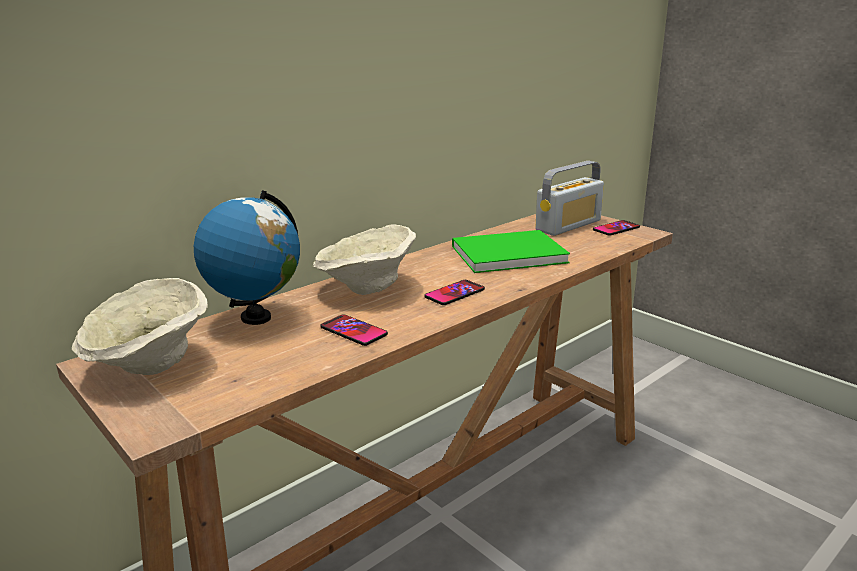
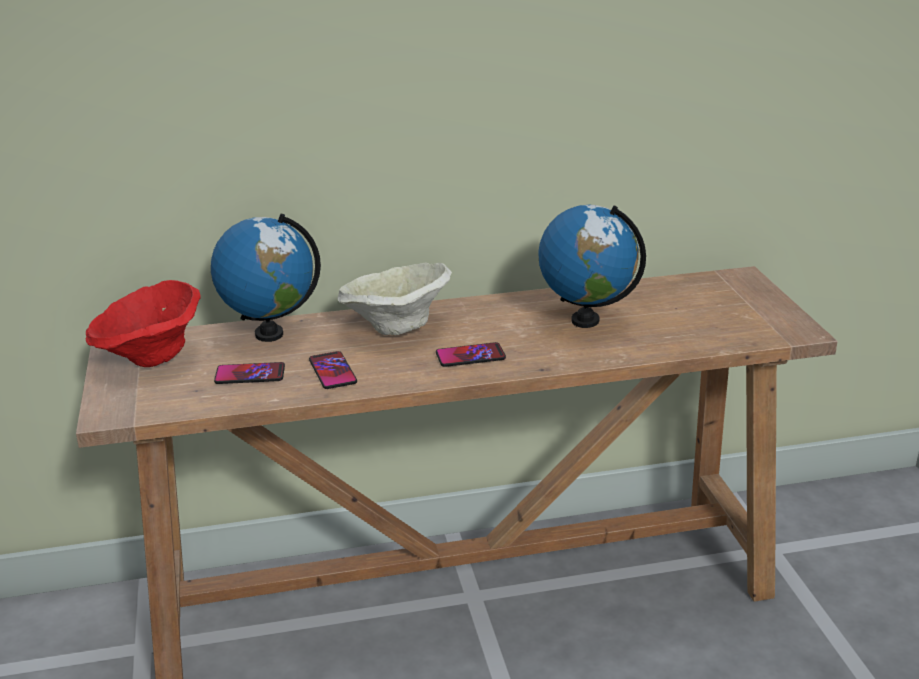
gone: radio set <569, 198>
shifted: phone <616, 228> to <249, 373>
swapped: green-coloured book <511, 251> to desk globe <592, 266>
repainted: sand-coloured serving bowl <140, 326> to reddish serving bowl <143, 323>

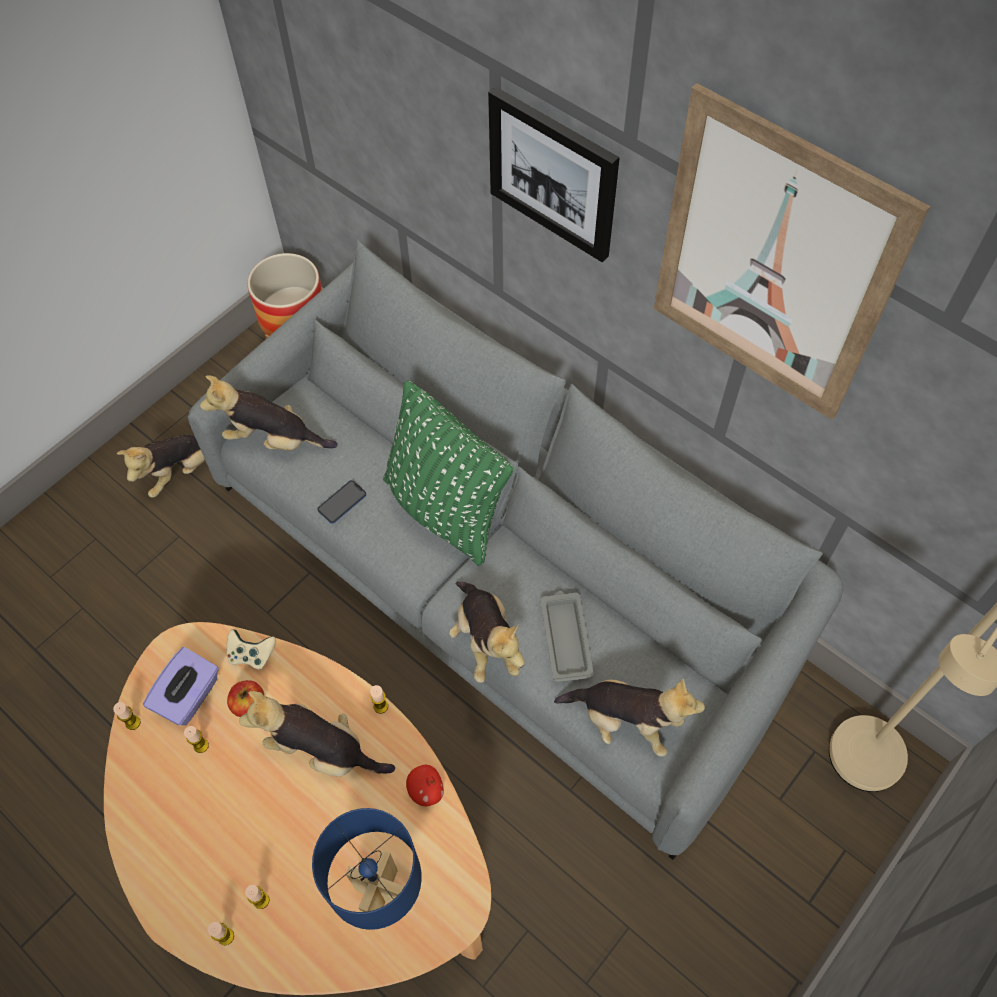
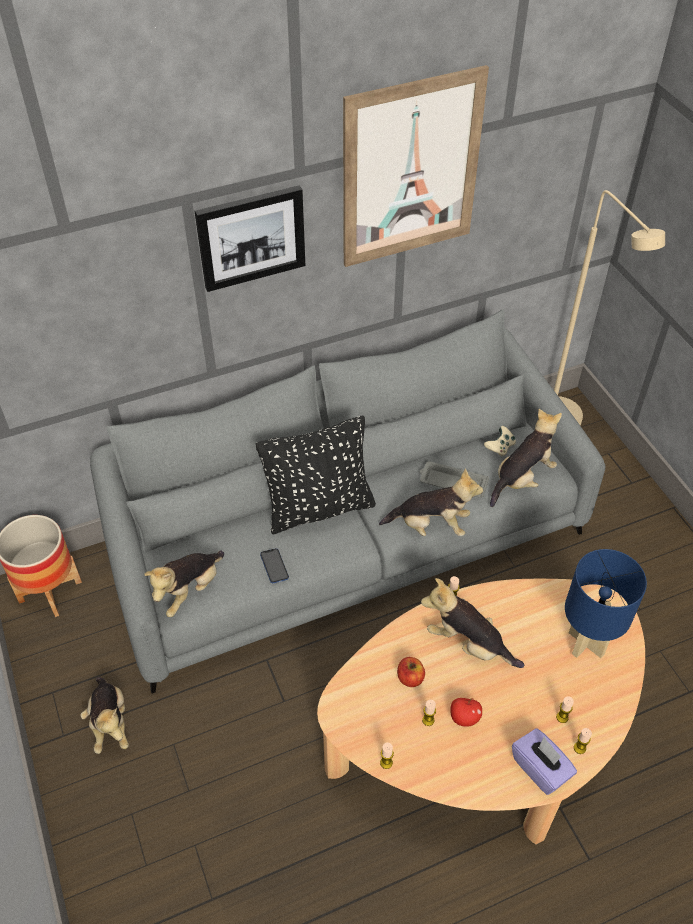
shifted: whole apple <425, 785> to <466, 712>; sand-coloured game controller <251, 649> to <500, 441>; purplish tissue box <181, 686> to <544, 761>
repainted: green-coloured throw pillow <448, 473> to black throw pillow <316, 475>
rotated: cuddly toy <317, 734> = <472, 623> 75 degrees clockwise

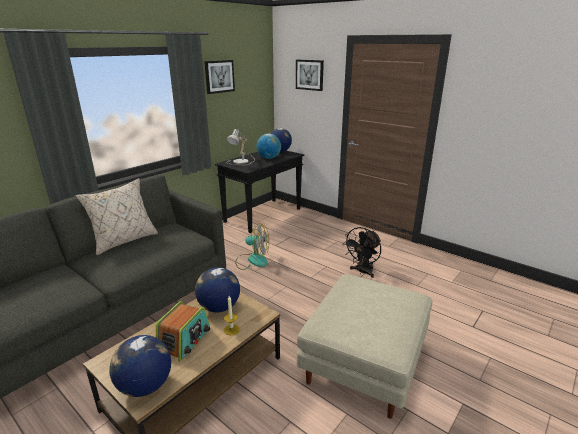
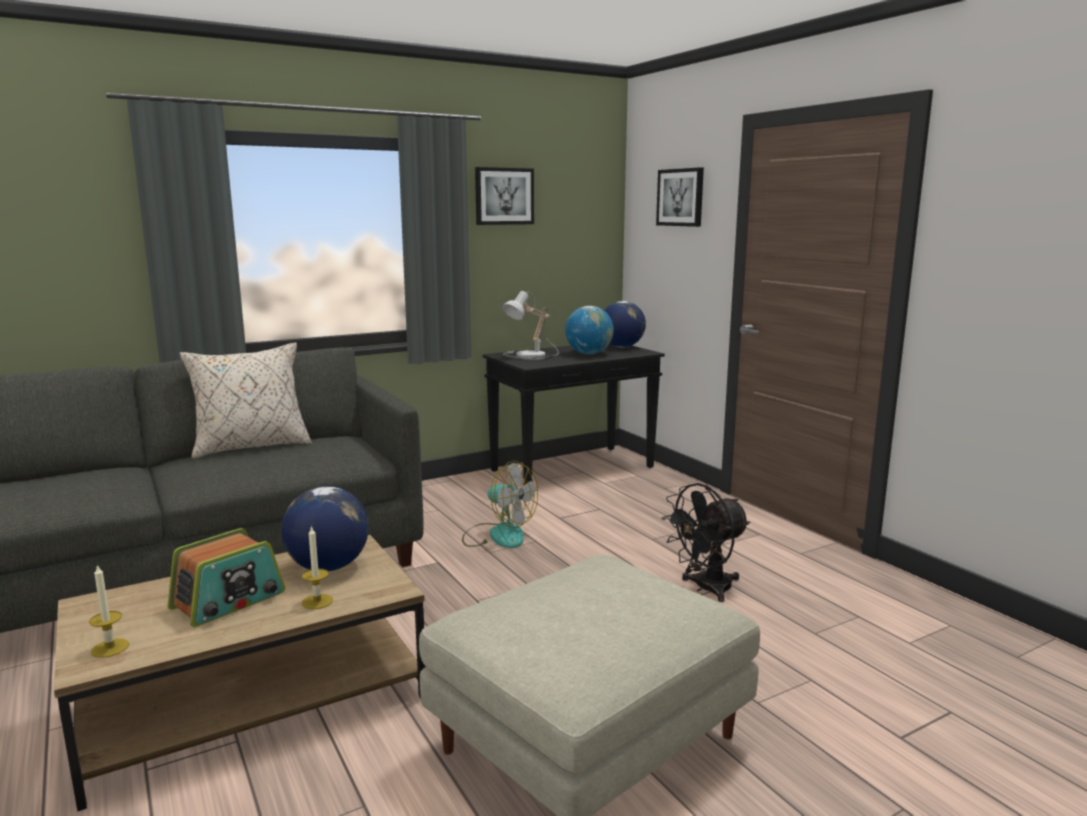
swapped: desk globe <140, 366> to wax light <109, 611>

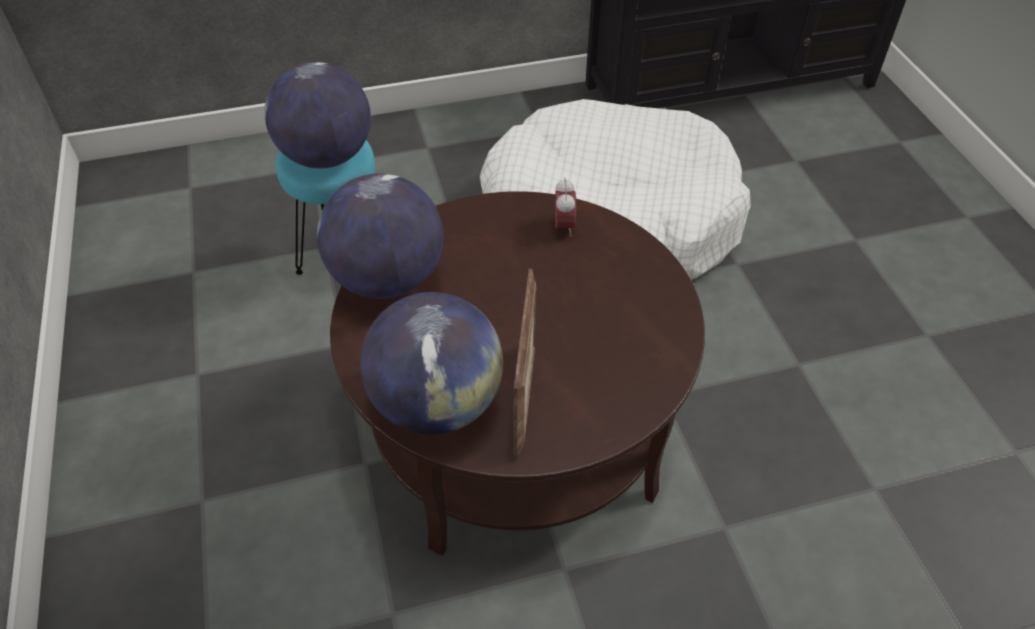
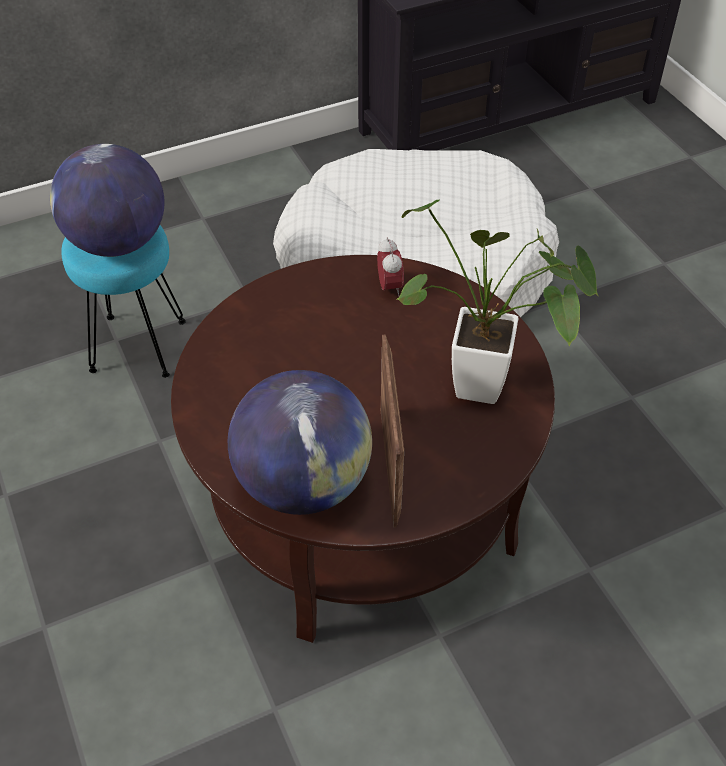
gone: desk globe <380, 236>
new: plant in a pot <497, 302>

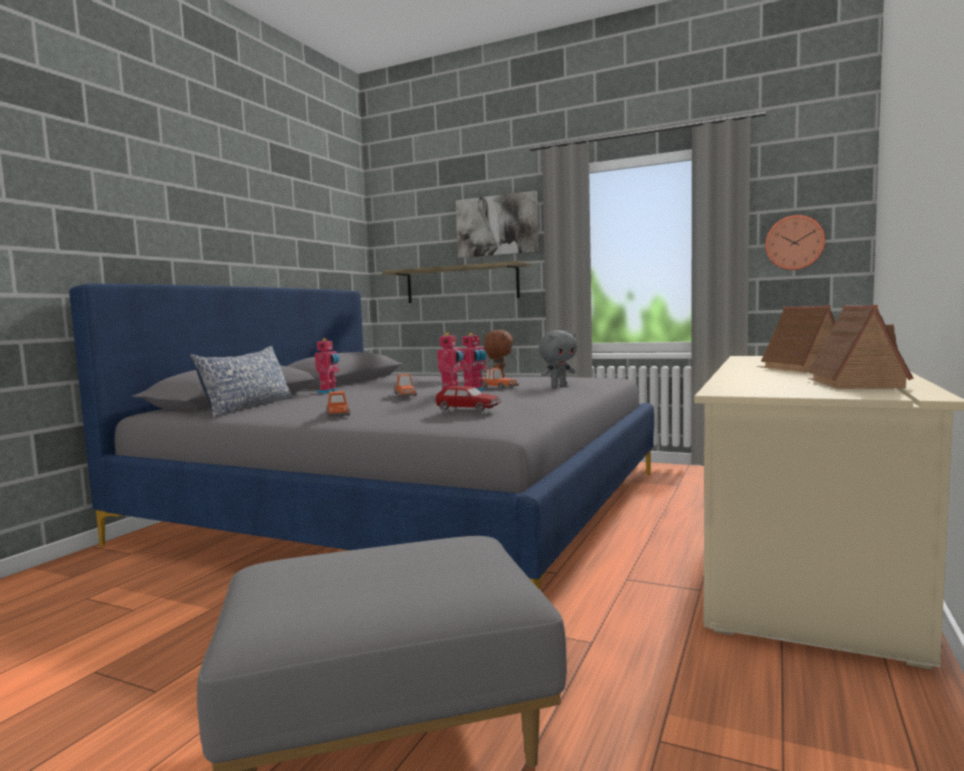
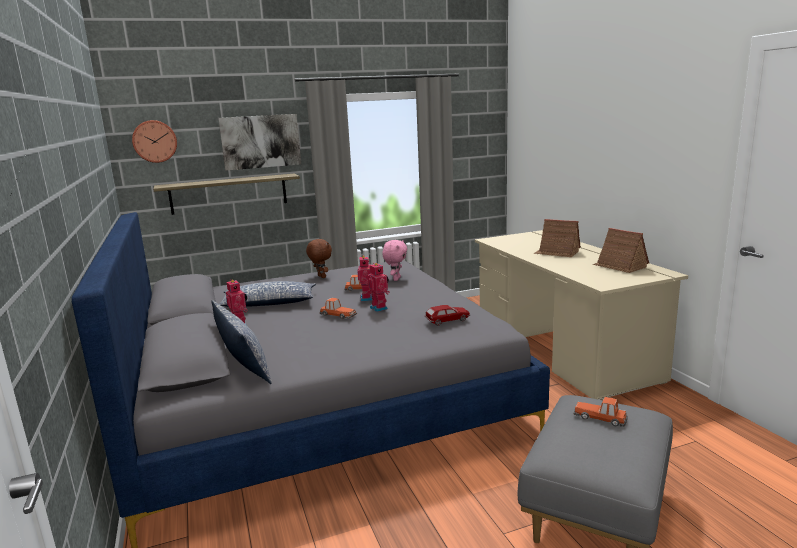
new: throw pillow <267, 294>
shifted: hanging clock <795, 242> to <154, 141>; toy car <338, 404> to <600, 412>
repainted: grey cuddly toy <558, 358> to pinkish cuddly toy <394, 260>

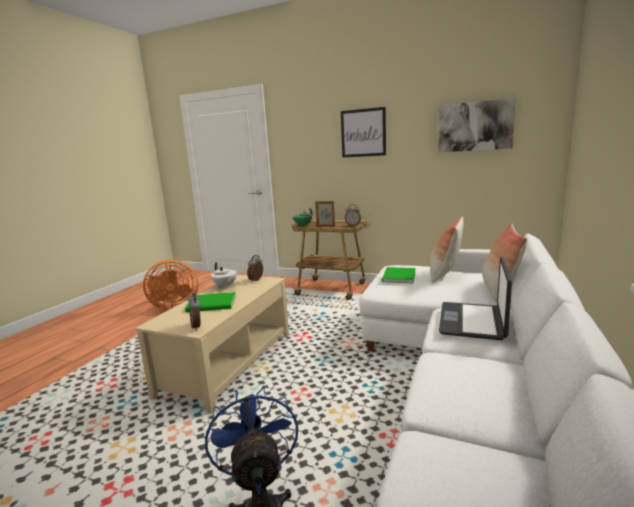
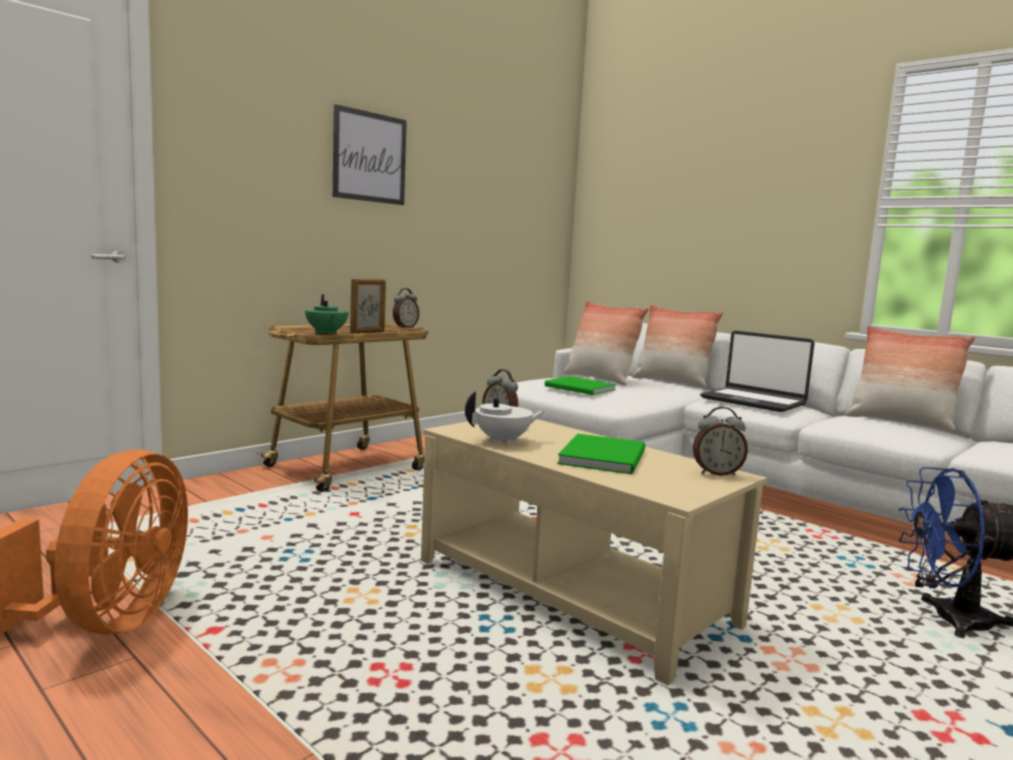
gone: picture <477, 125>
new: throw pillow <910, 378>

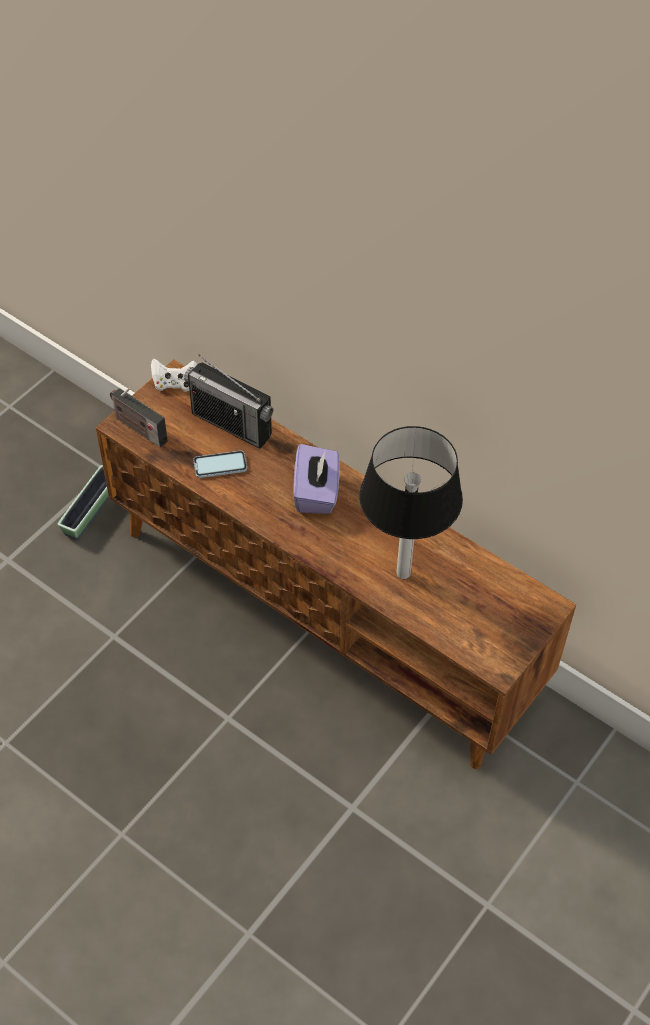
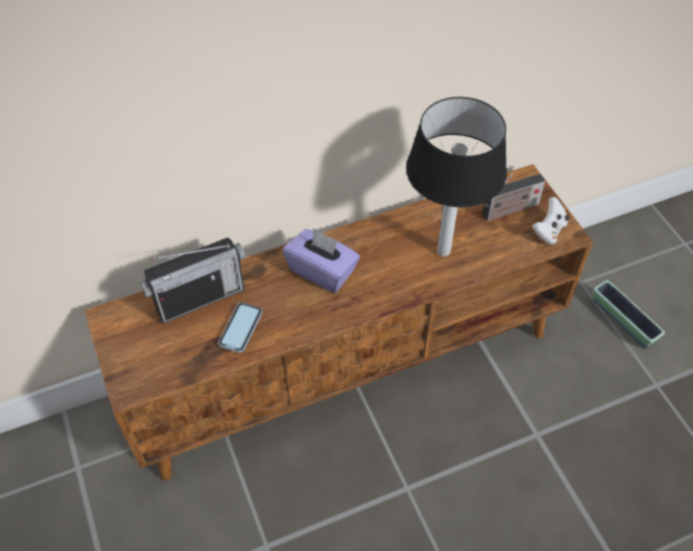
shifted: radio set <139, 418> to <514, 197>; white game controller <174, 375> to <551, 220>; planter <83, 502> to <629, 314>

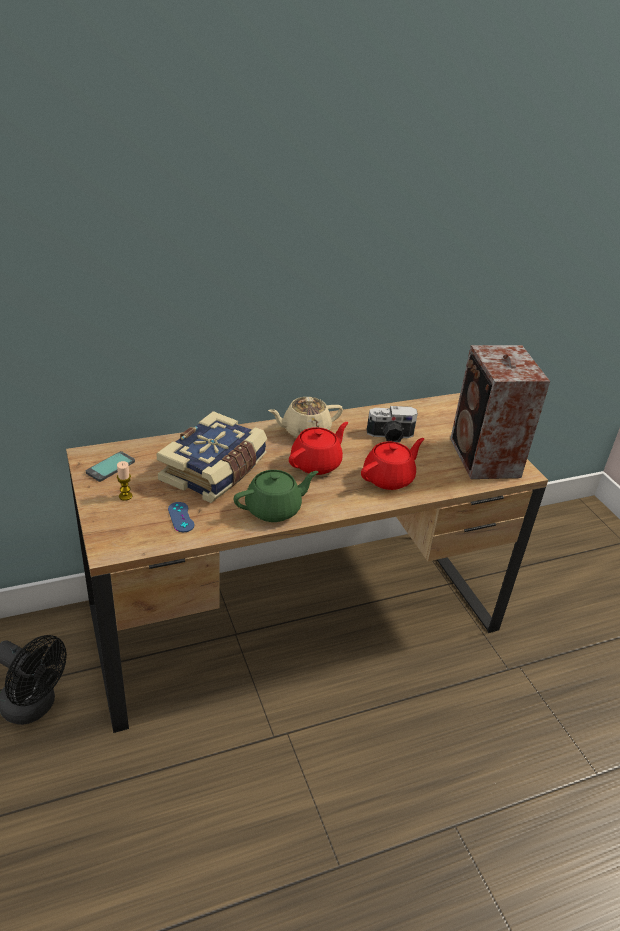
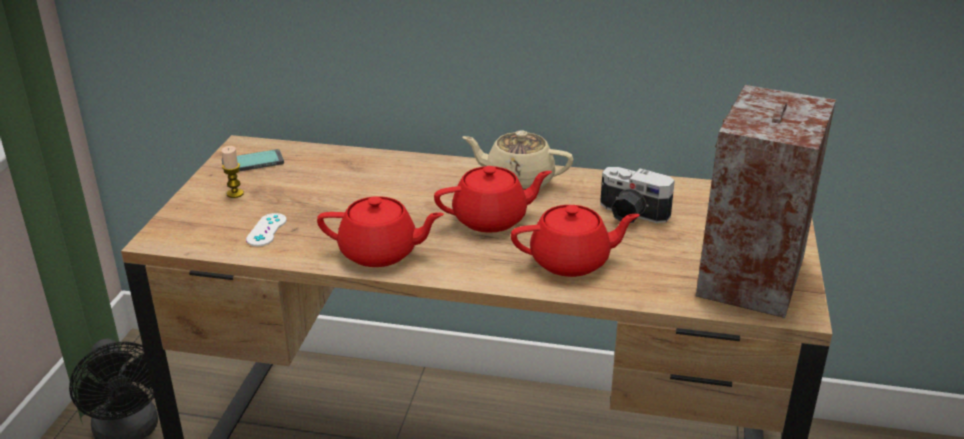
gone: book <211, 457>
repainted: blue-coloured game controller <181, 517> to white game controller <266, 229>; green-coloured pot for tea <275, 496> to reddish pot for tea <380, 231>

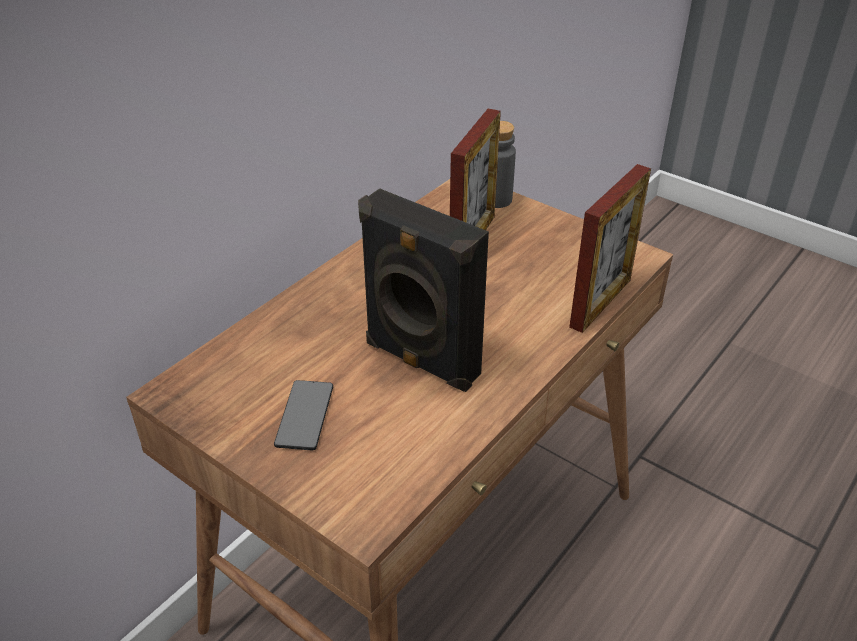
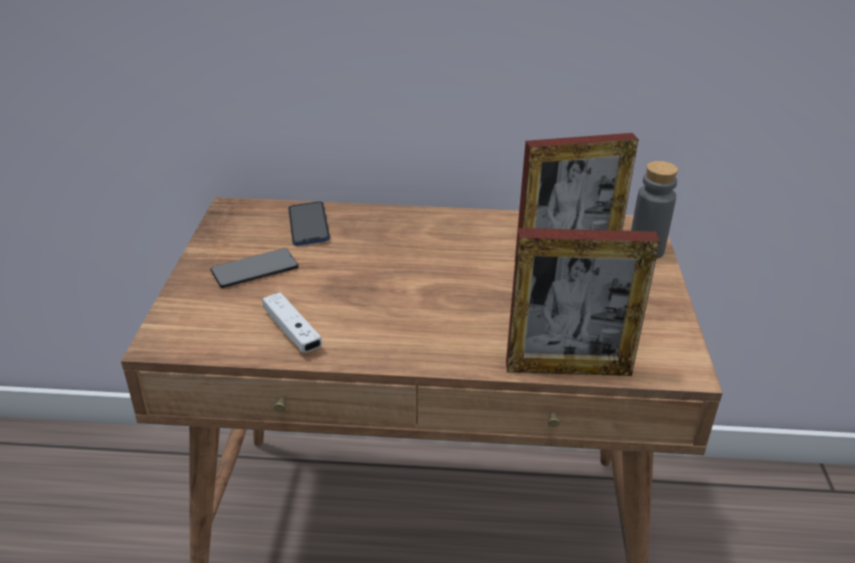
gone: black audio speaker <423, 290>
new: white game controller <292, 322>; phone <309, 223>

